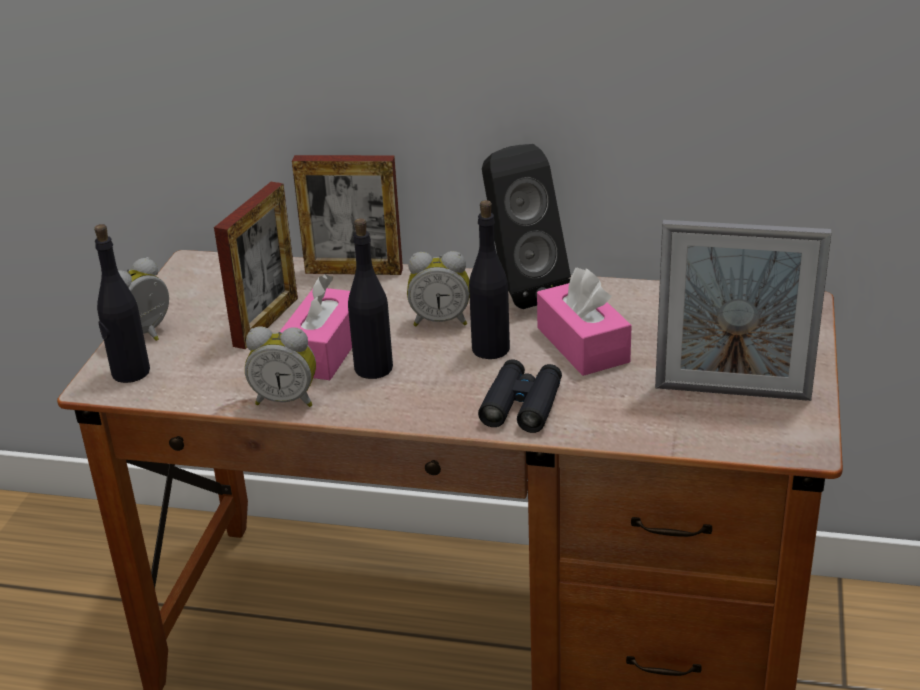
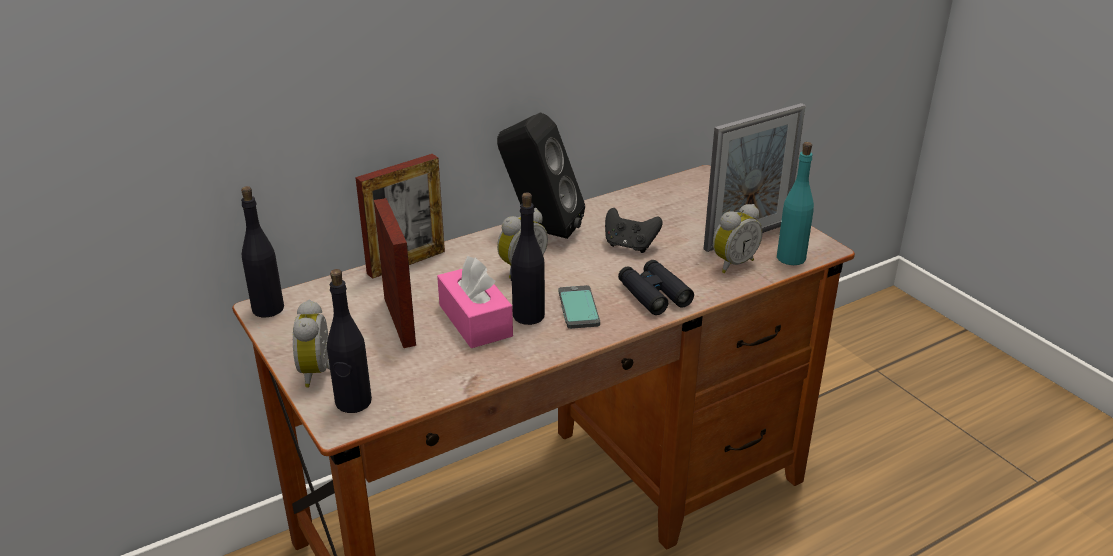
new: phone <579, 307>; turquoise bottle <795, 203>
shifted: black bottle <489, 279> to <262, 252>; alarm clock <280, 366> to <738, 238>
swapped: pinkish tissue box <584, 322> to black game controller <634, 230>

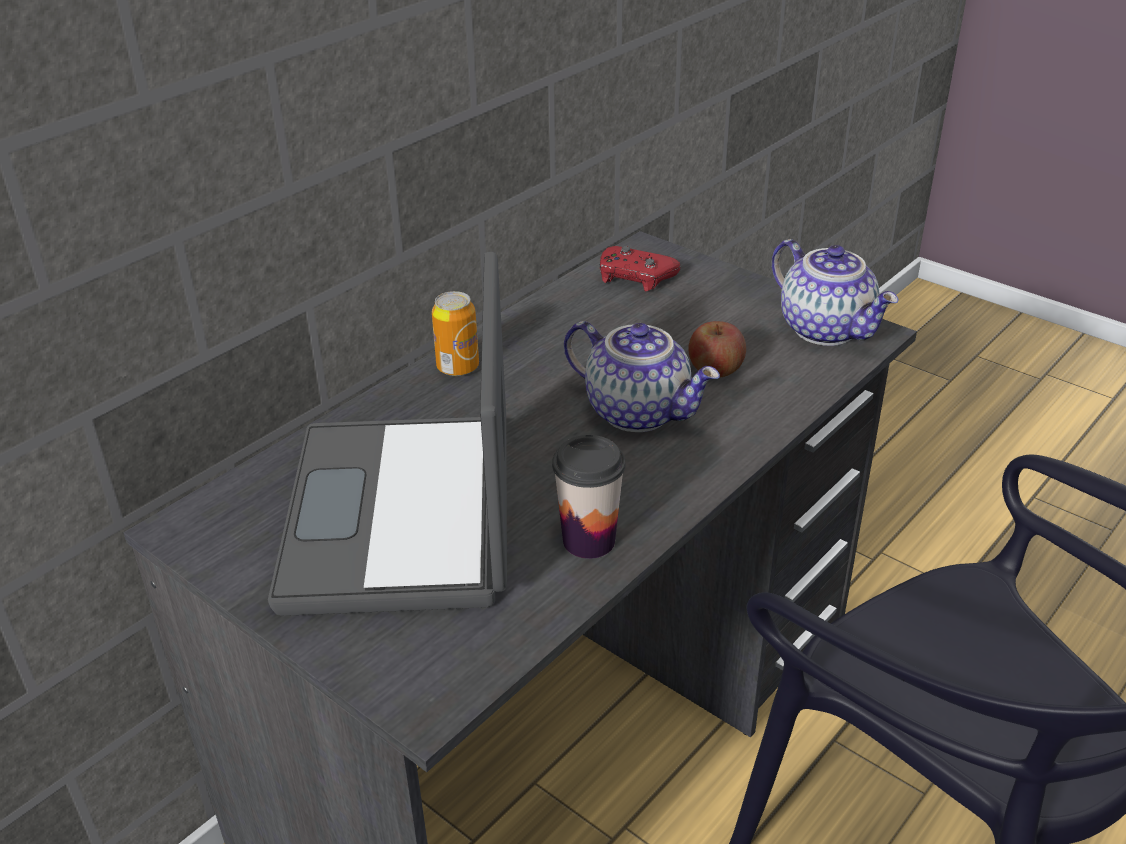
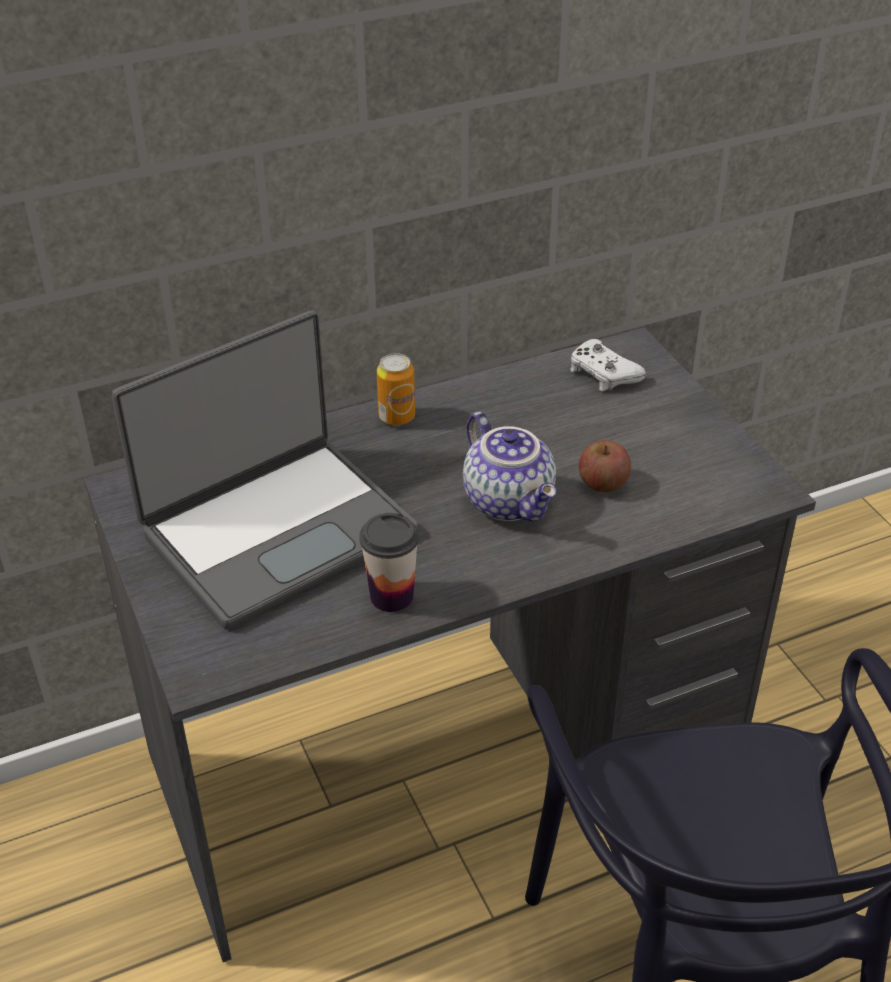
gone: pot for tea <835, 292>
repainted: reddish game controller <640, 269> to white game controller <608, 365>
rotated: notebook computer <387, 434> = <265, 470> 150 degrees counterclockwise

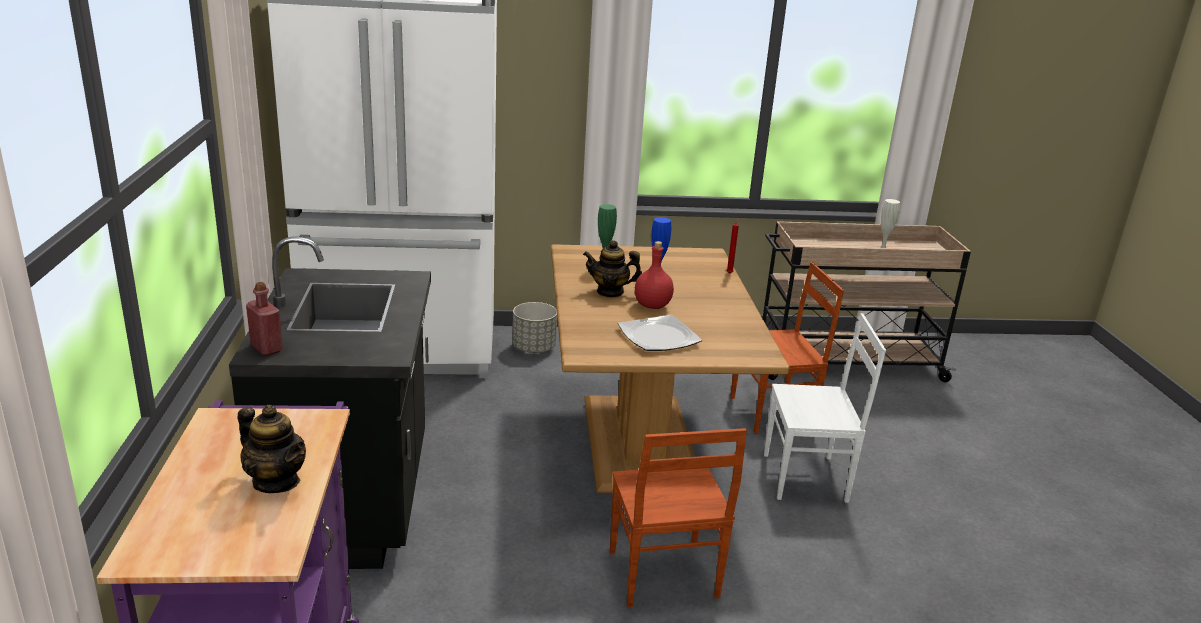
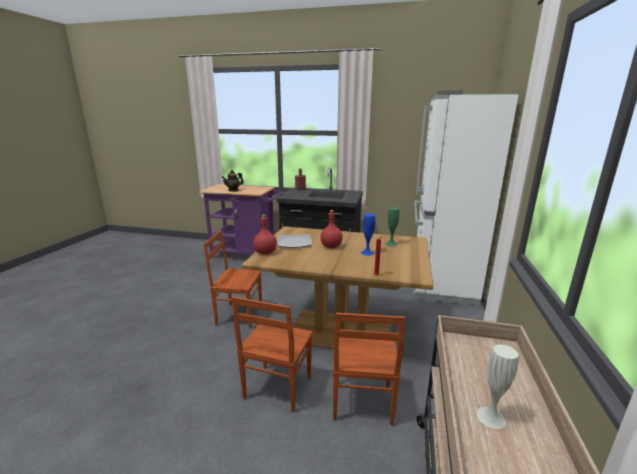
gone: grey planter <535, 327>; pot for tea <612, 269>
new: reddish bottle <265, 235>
repainted: white chair <825, 408> to brownish chair <272, 354>

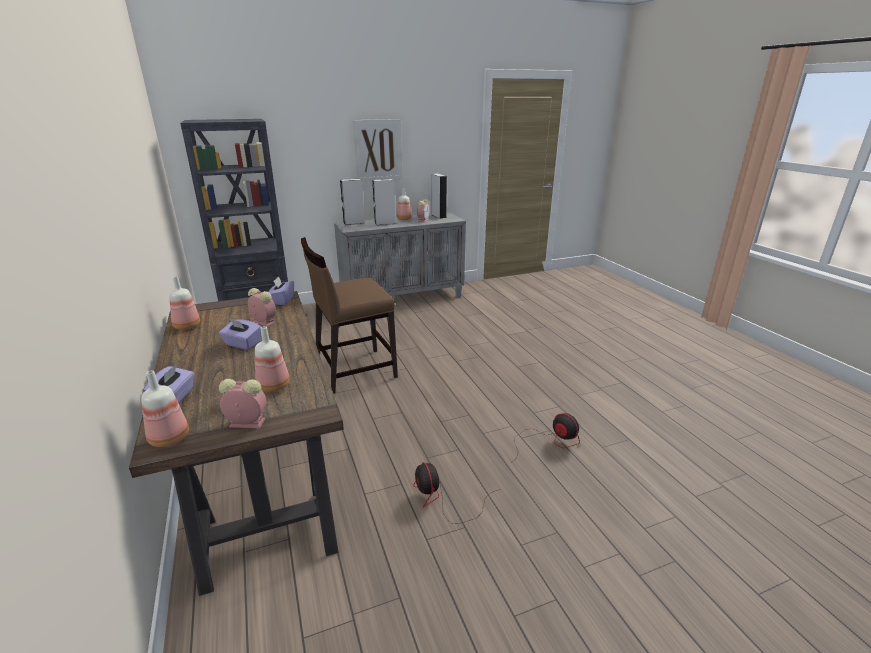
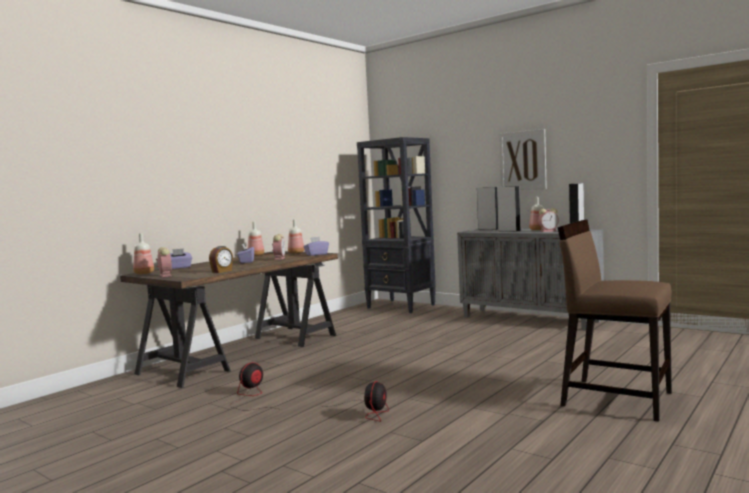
new: alarm clock <221, 259>
shifted: bottle <272, 359> to <296, 236>; brownish chair <349, 315> to <615, 320>

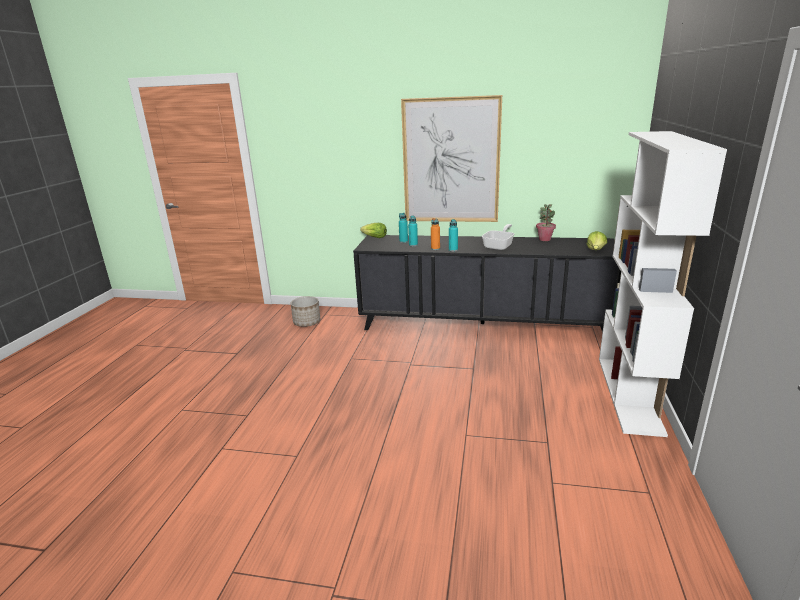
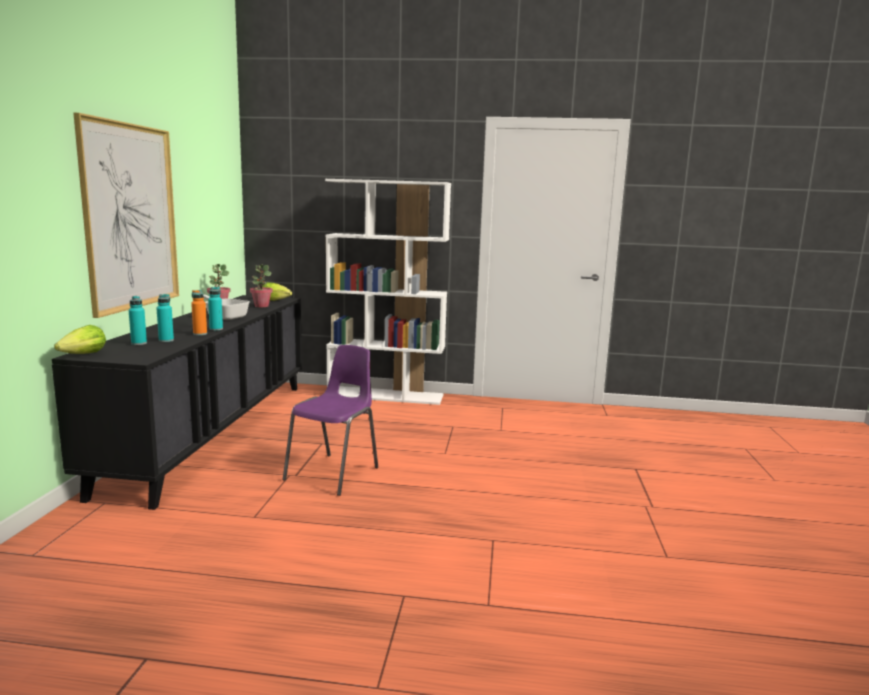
gone: planter <305, 311>
new: plant in a pot <261, 285>; purplish chair <330, 420>

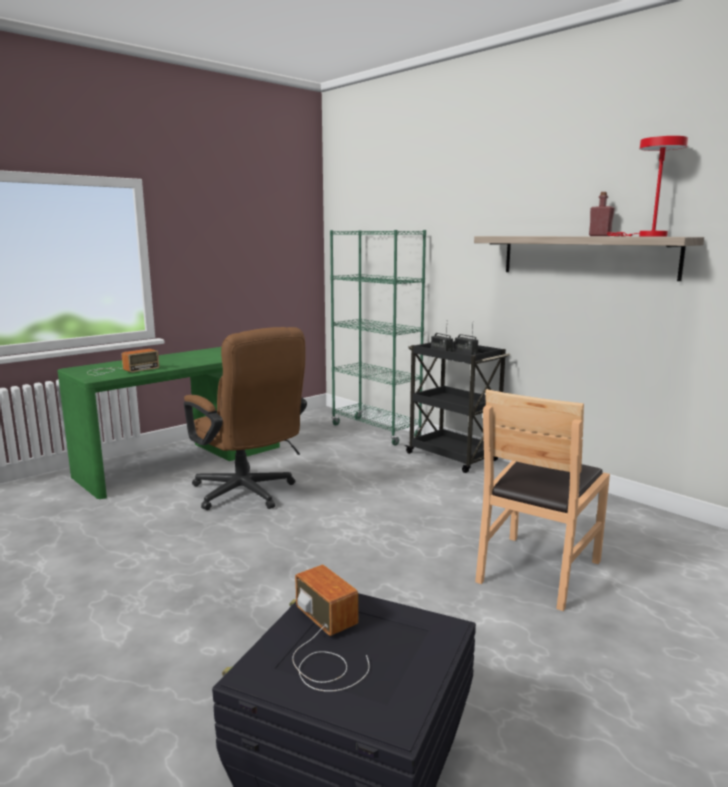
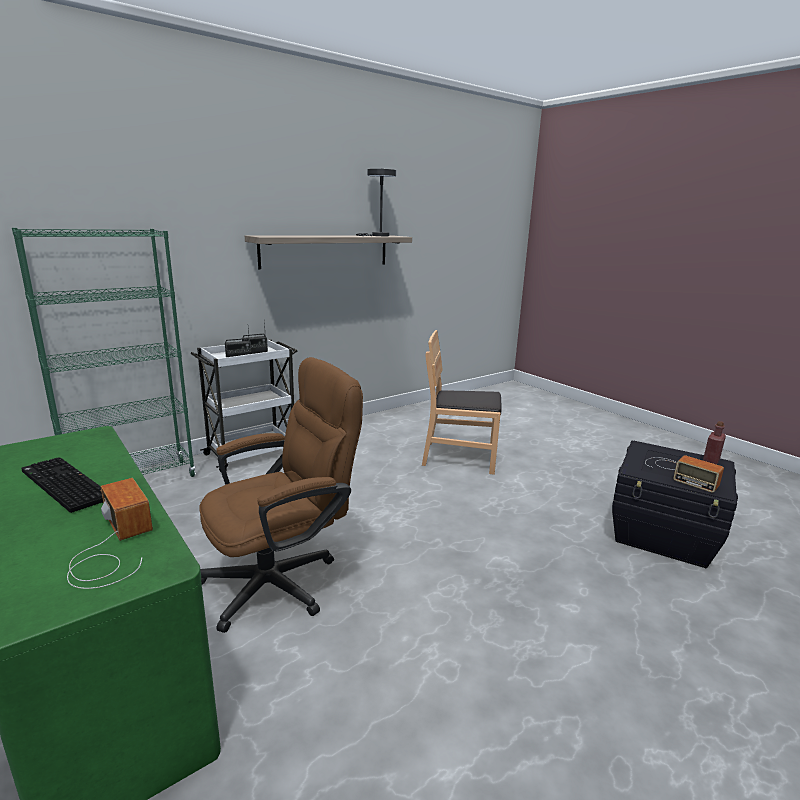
new: PC keyboard <62, 485>
shifted: reddish bottle <602, 214> to <714, 443>
repainted: black cart <457, 407> to white cart <244, 405>; reddish lamp for a table <647, 186> to grey lamp for a table <376, 202>
rotated: brownish chair <542, 500> = <462, 402> 150 degrees clockwise; radio set <331, 628> = <684, 474> 105 degrees counterclockwise

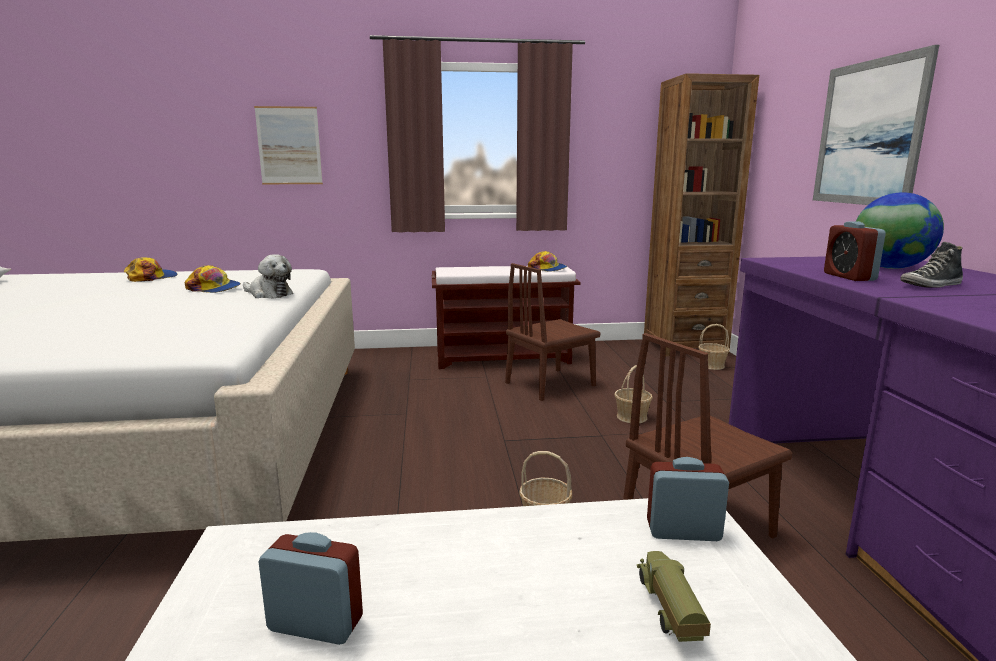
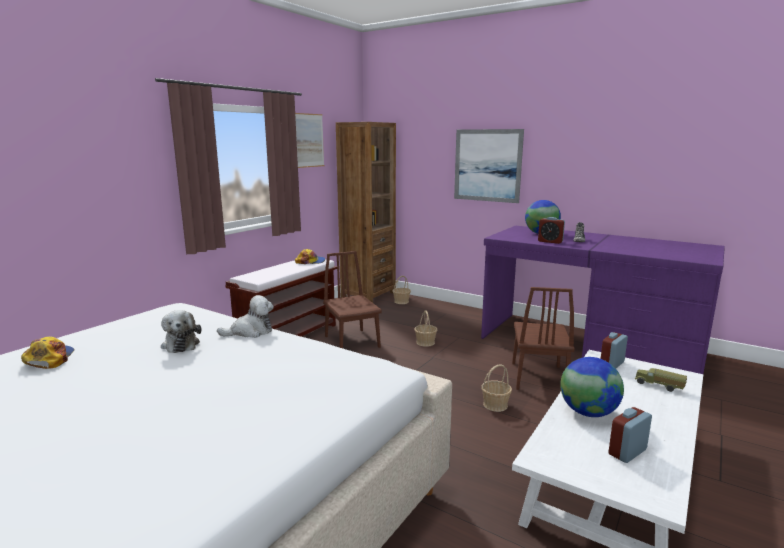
new: desk globe <592, 387>
shifted: picture <288, 145> to <309, 140>
swapped: cap <213, 279> to cuddly toy <181, 331>
rotated: brownish chair <552, 332> = <352, 299> 150 degrees clockwise

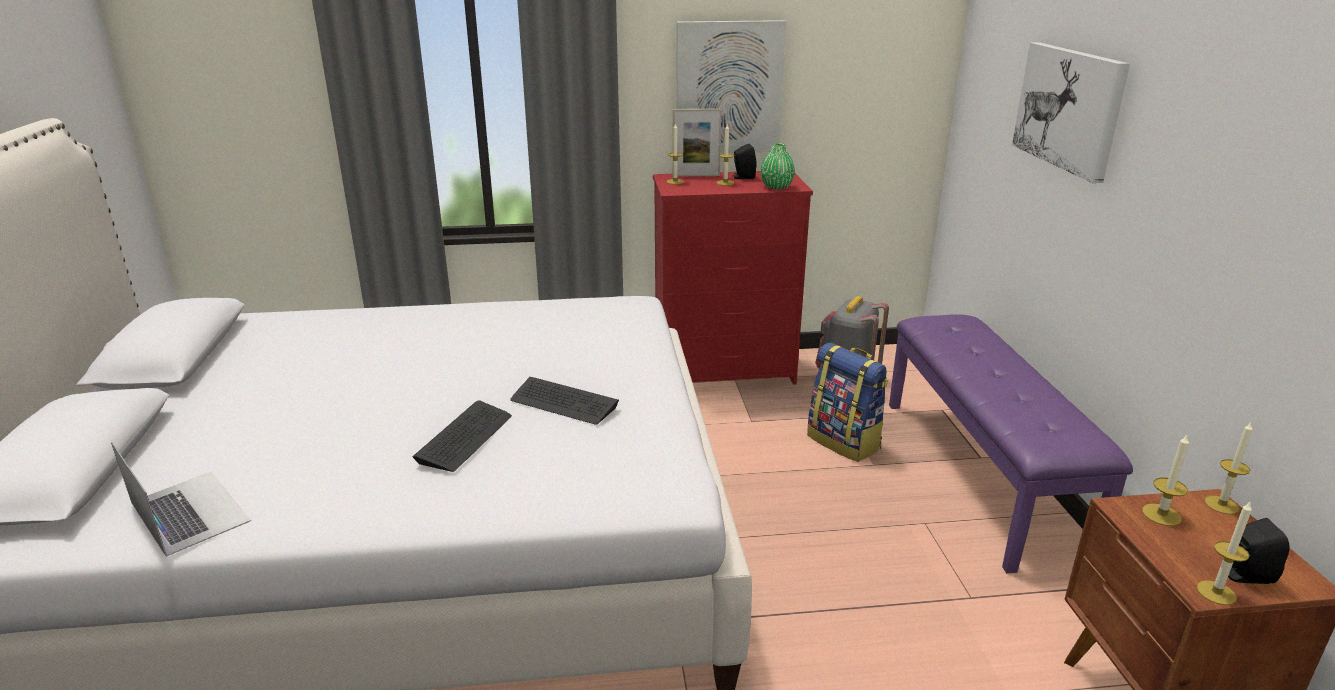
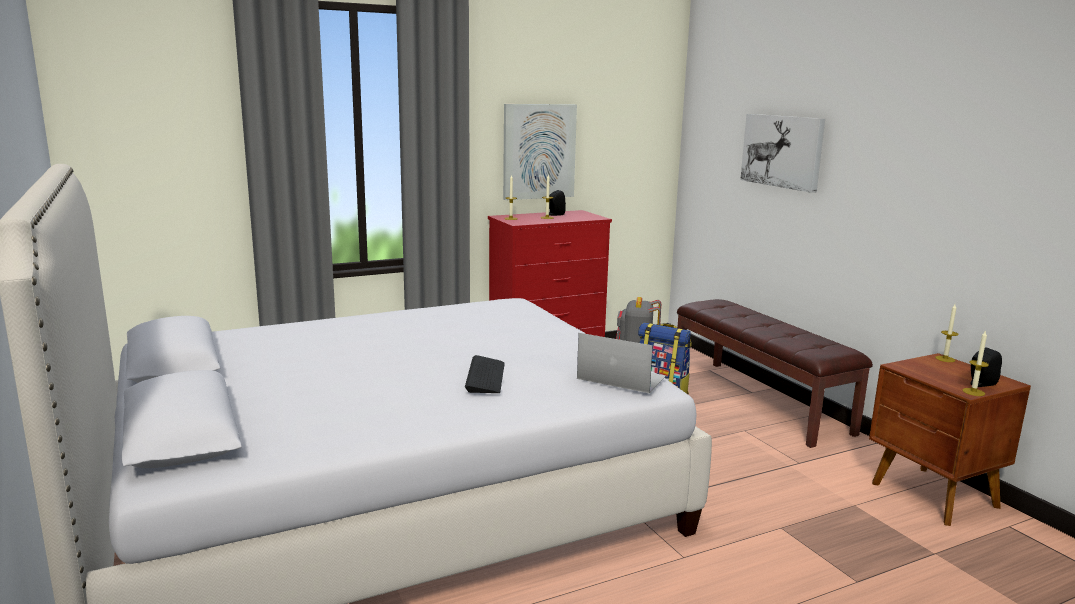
gone: PC keyboard <565, 401>; photo frame <697, 142>; green-coloured vase <777, 166>; wax light <1165, 480>
shifted: notebook computer <181, 499> to <621, 363>
repainted: purplish indoor bench <1011, 444> to brownish indoor bench <775, 373>

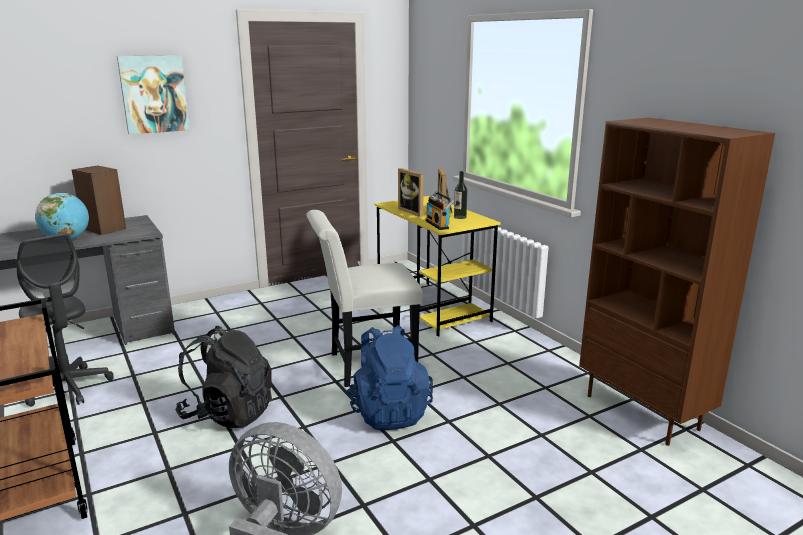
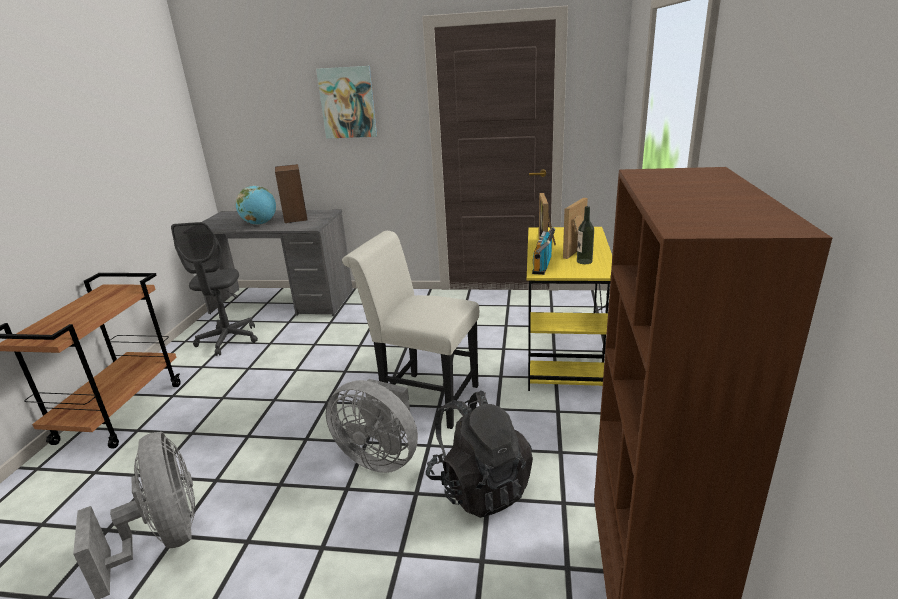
shifted: black rucksack <223, 377> to <479, 454>
swapped: blue-coloured rucksack <389, 377> to grey fan <372, 426>

